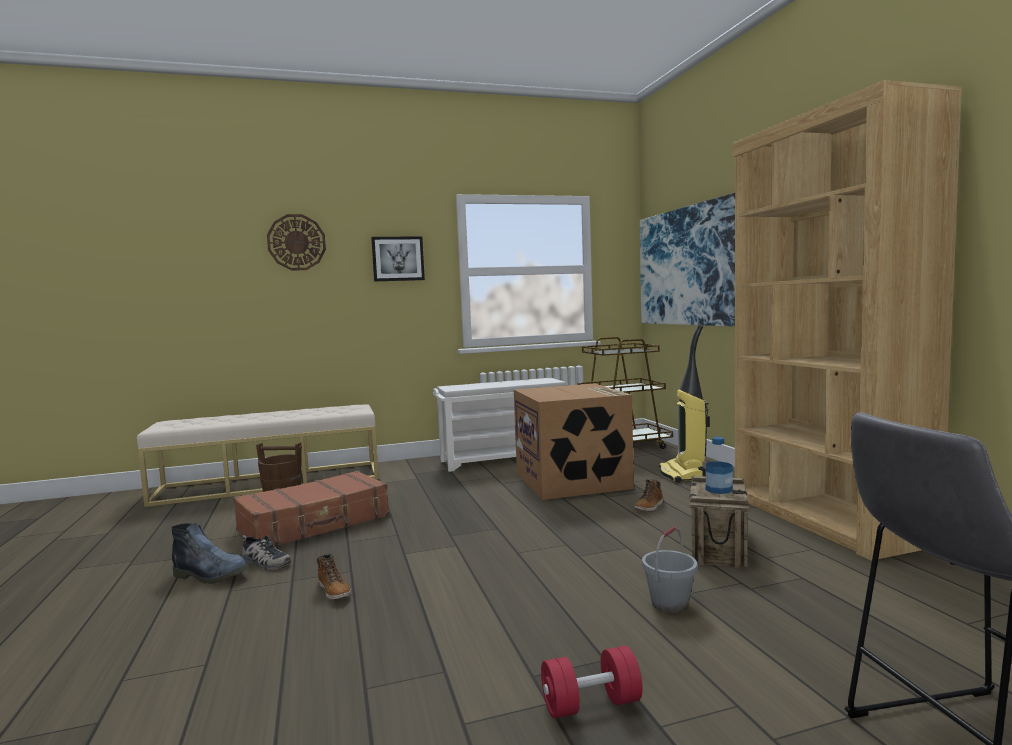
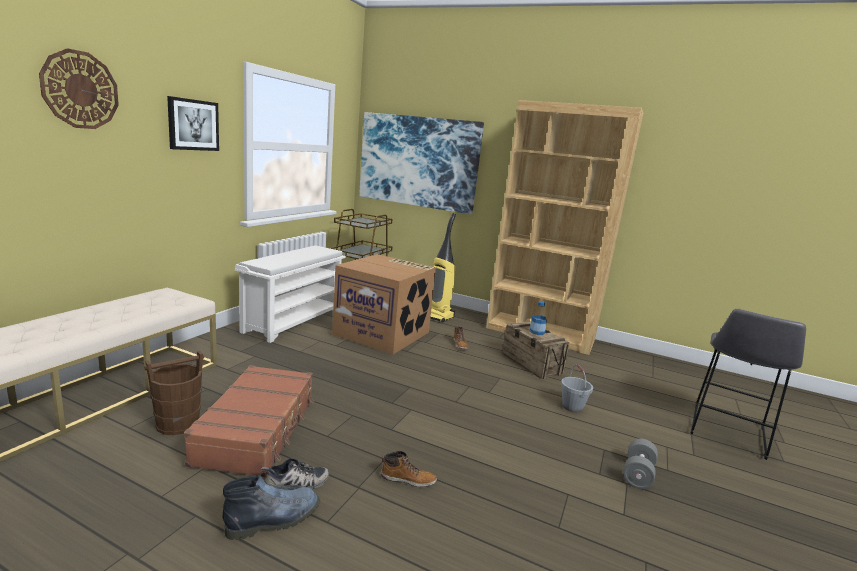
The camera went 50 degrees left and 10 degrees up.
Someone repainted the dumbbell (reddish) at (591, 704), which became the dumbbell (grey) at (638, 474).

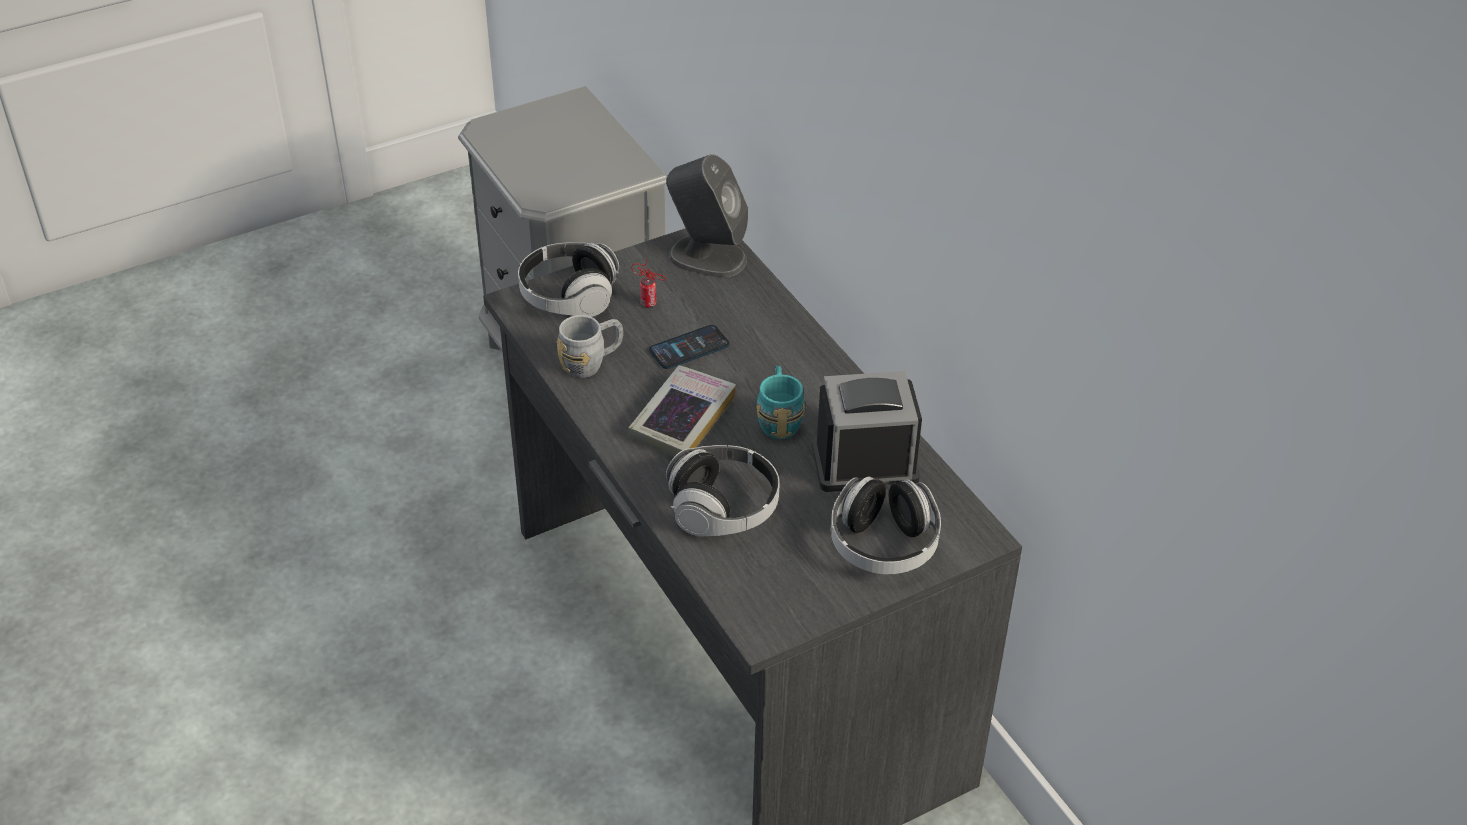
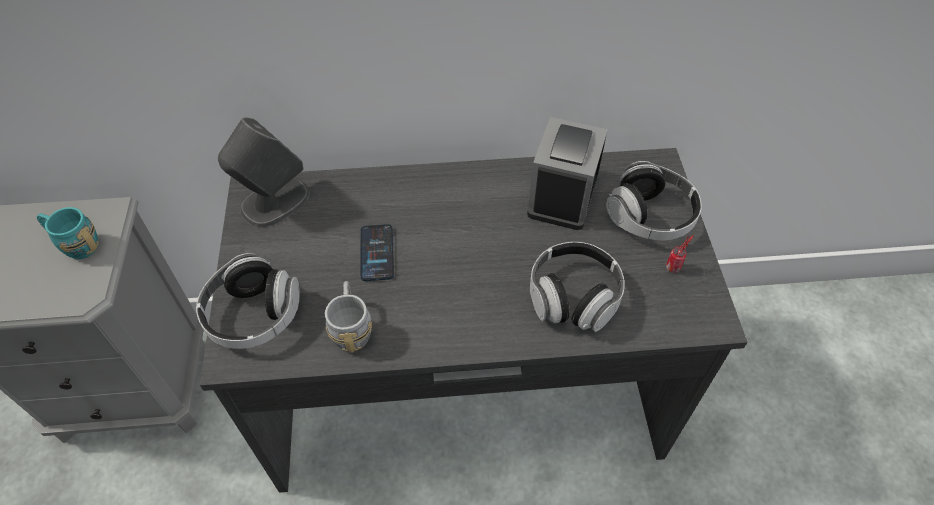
The camera went 65 degrees left and 10 degrees up.
Someone took away the bound book at (682, 419).
Someone carried the metal can from (650, 304) to (674, 266).
Someone carried the tea mug (turquoise-coloured) from (779, 419) to (75, 245).

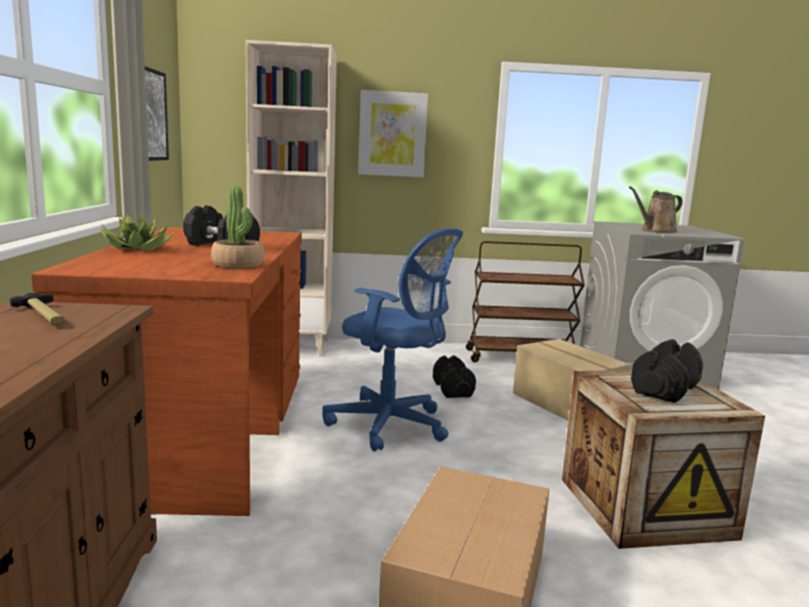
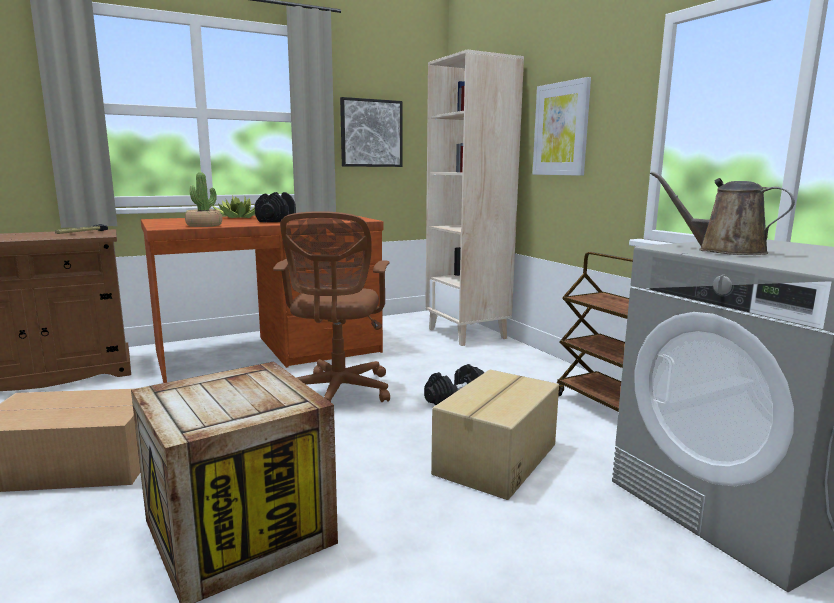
The camera went 65 degrees right and 0 degrees up.
Someone repainted the office chair (blue-coloured) at (392, 425), which became the office chair (brown) at (338, 393).
Someone took away the dumbbell (black-coloured) at (664, 389).

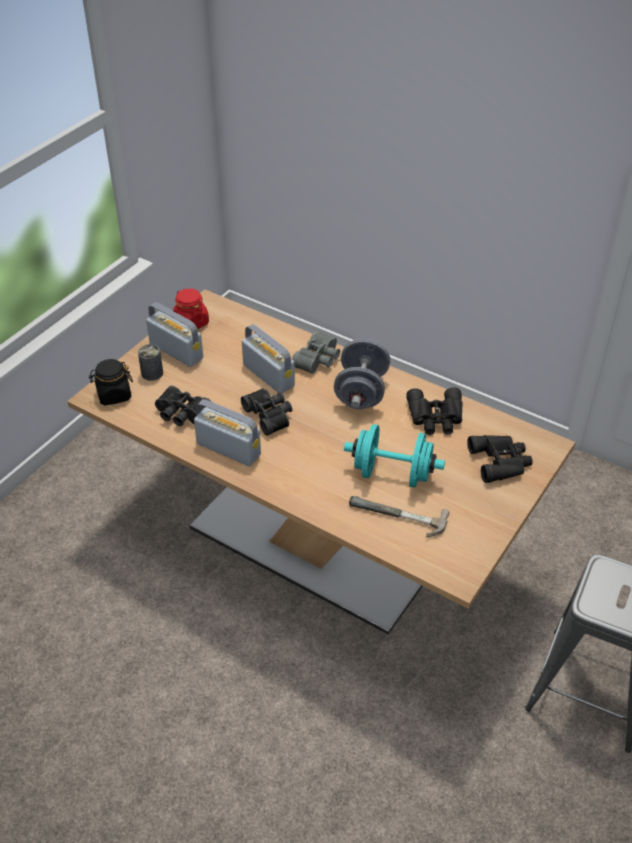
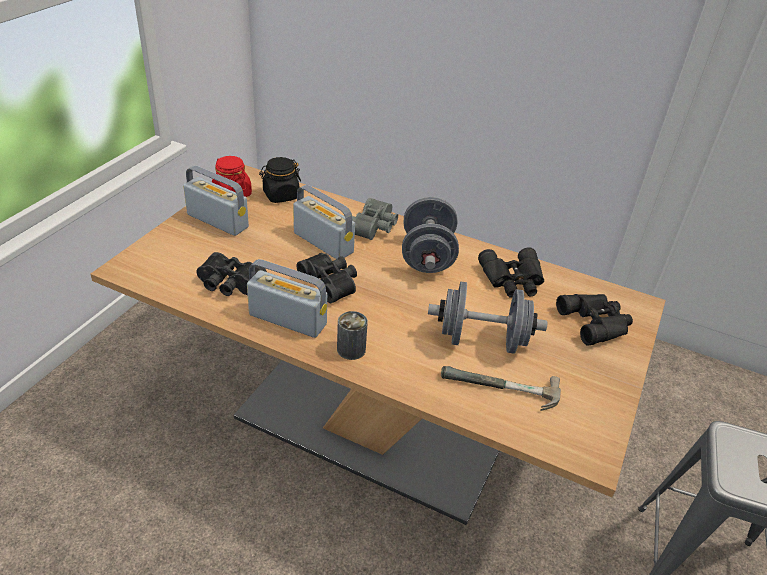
The camera went 10 degrees left and 5 degrees down.
Someone carried the storage jar (black-coloured) from (114, 395) to (281, 195).
Someone carried the metal can from (152, 373) to (351, 349).
Someone repainted the dumbbell (turquoise-coloured) at (392, 474), which became the dumbbell (grey) at (482, 340).

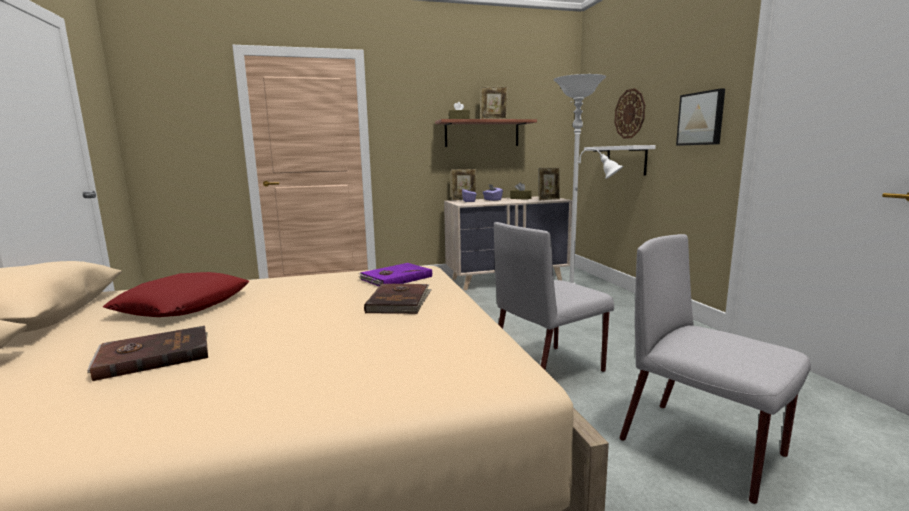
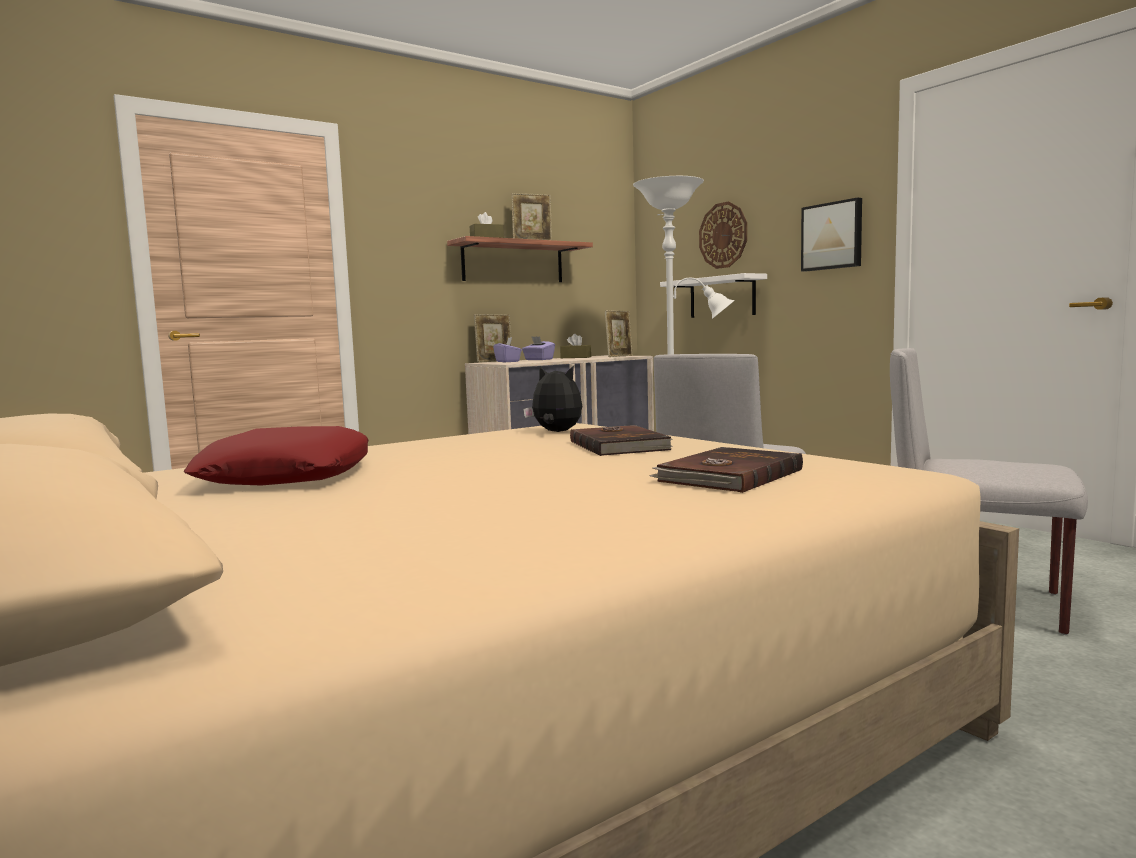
The camera went 20 degrees left and 5 degrees down.
Someone carried the bound book (brown) from (154, 355) to (728, 476).
Someone swapped the bound book (purplish) at (395, 278) for the plush toy at (556, 432).

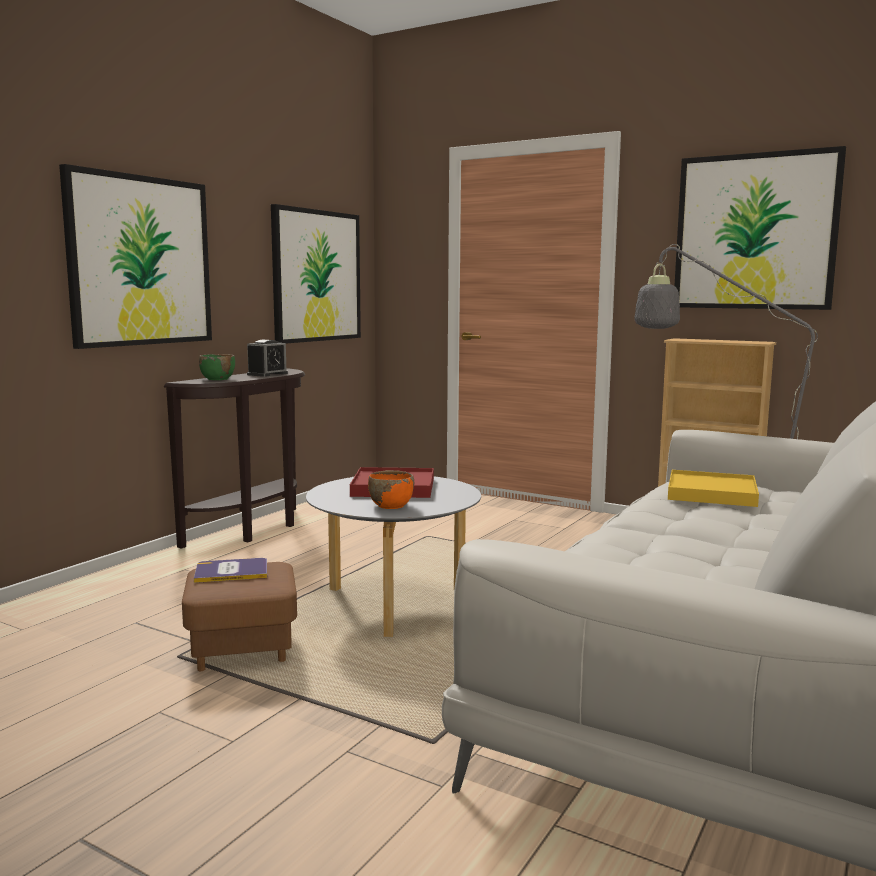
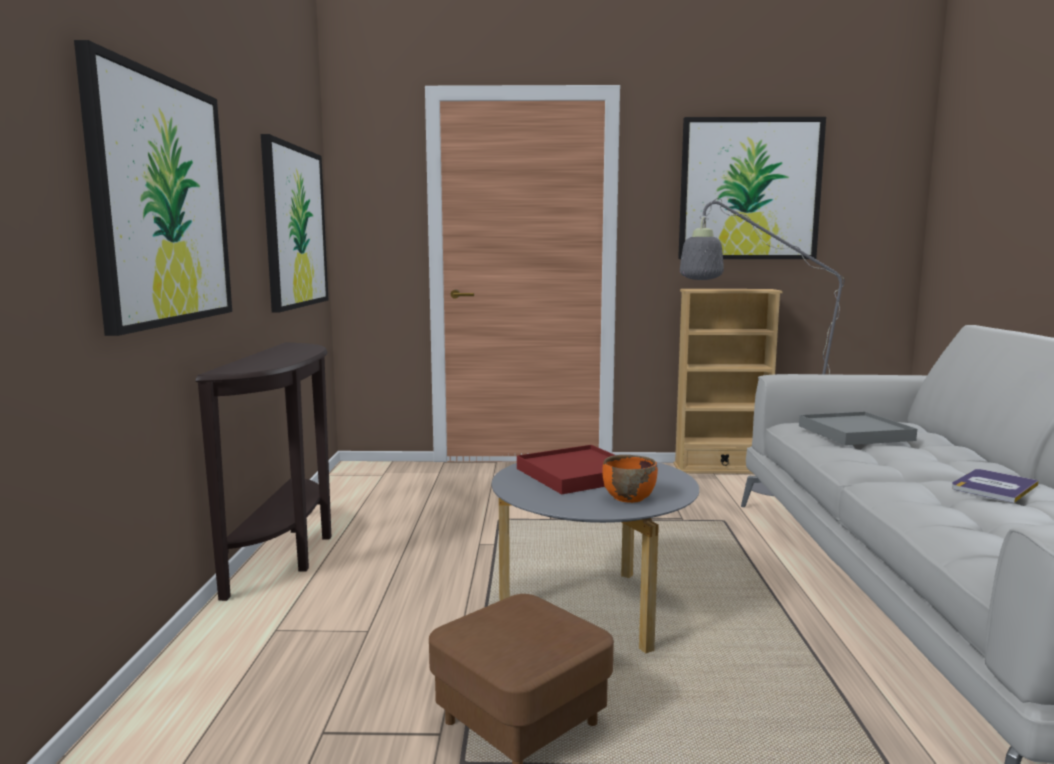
The camera went 30 degrees left and 0 degrees up.
Someone carried the bound book from (231, 571) to (994, 487).
Someone took away the deep dish (green) at (218, 379).
Someone took away the bedside clock at (267, 374).
Someone repainted the tray (yellowish) at (712, 493), which became the tray (grey) at (855, 433).

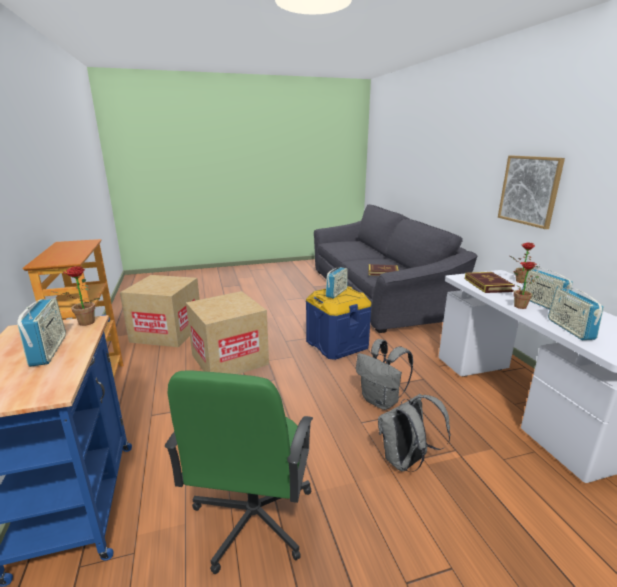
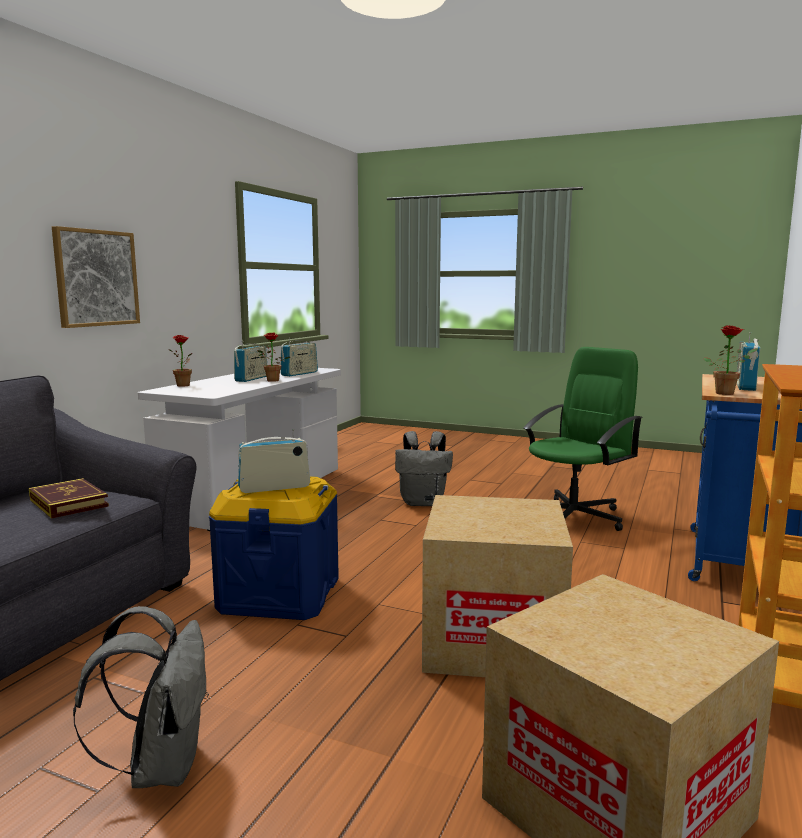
The camera went 140 degrees left and 10 degrees down.
Someone carried the backpack (grey) from (381, 401) to (161, 766).
Someone took away the bound book at (487, 285).

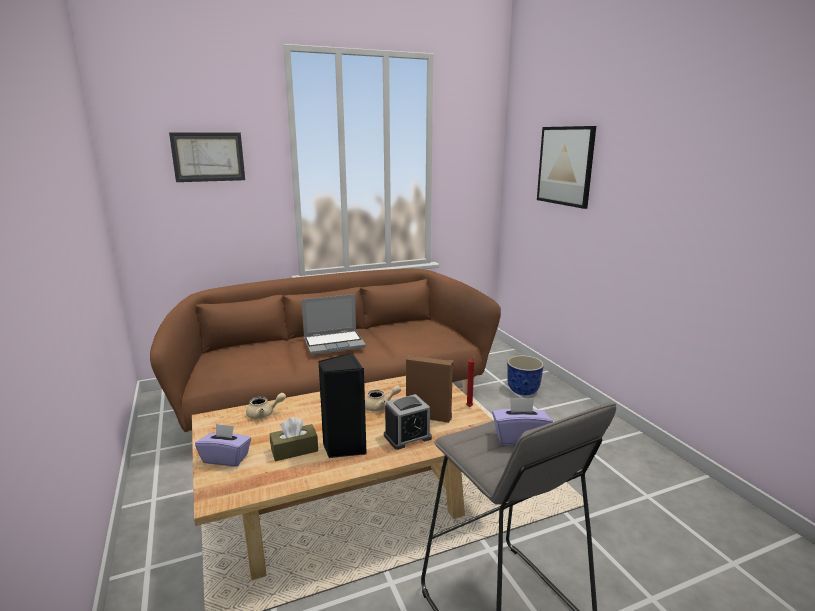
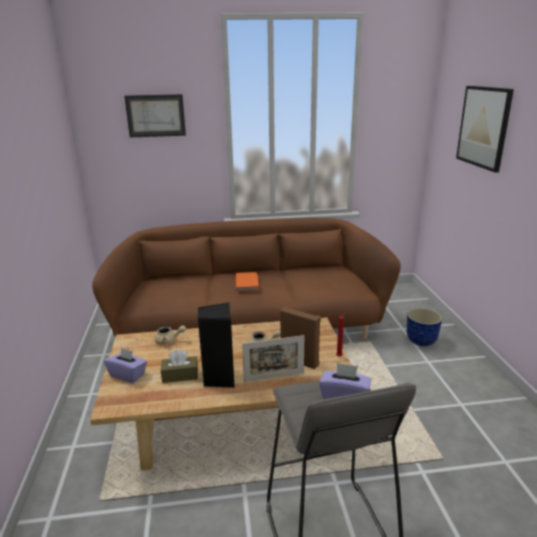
The camera went 15 degrees right and 5 degrees up.
Someone swapped the laptop at (335, 343) for the bound book (orangey) at (248, 282).
Someone swapped the bedside clock at (407, 437) for the standing frame at (274, 377).

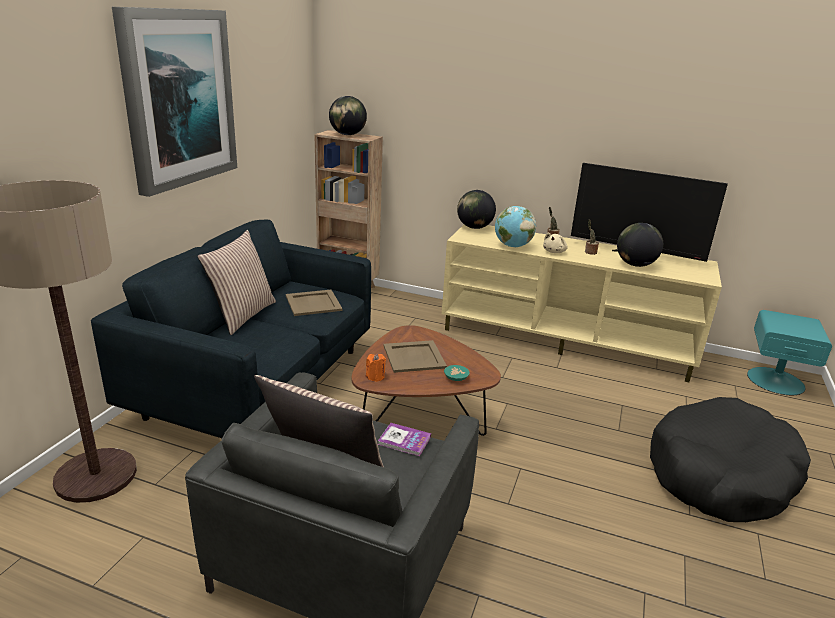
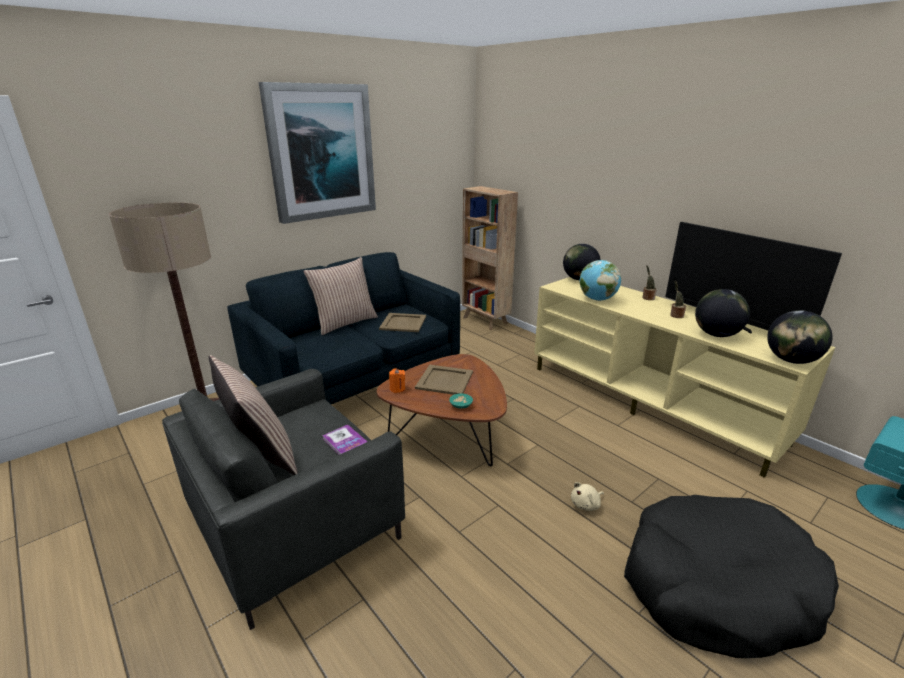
The camera went 30 degrees right and 0 degrees up.
Someone carried the globe from (347, 135) to (791, 360).
Someone carried the plush toy (beige) from (554, 252) to (586, 504).

